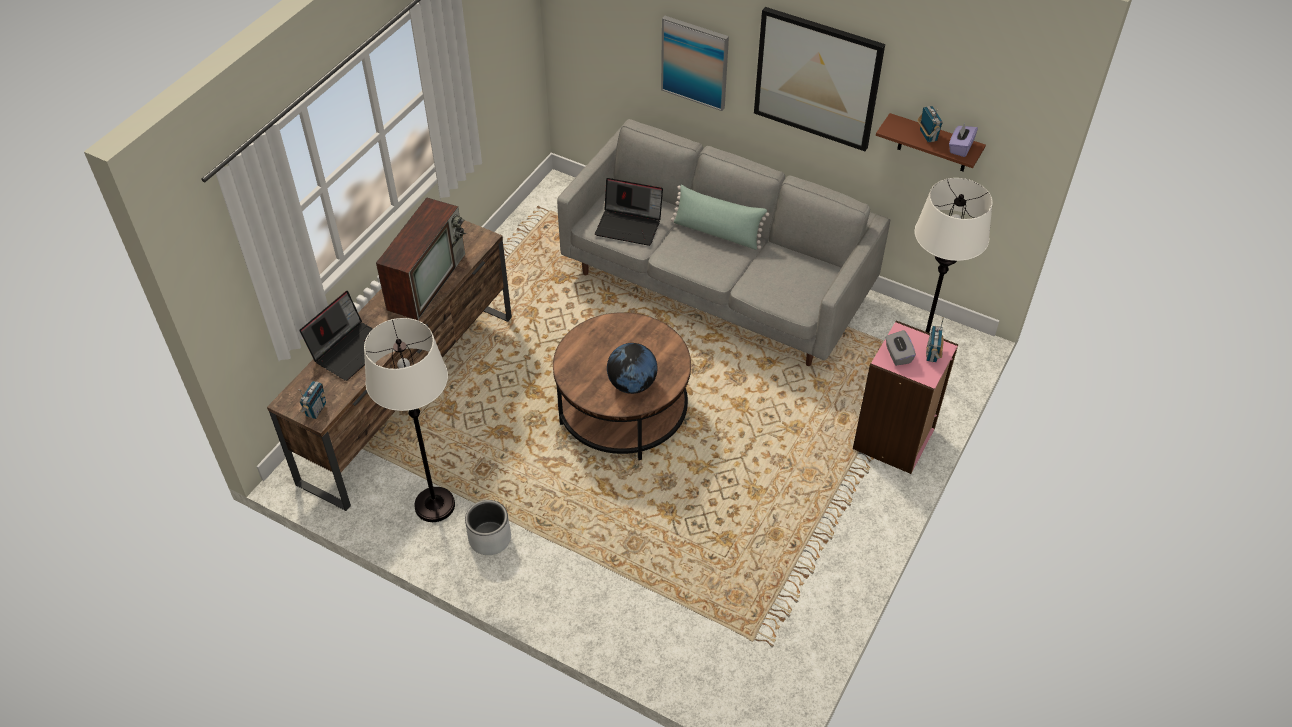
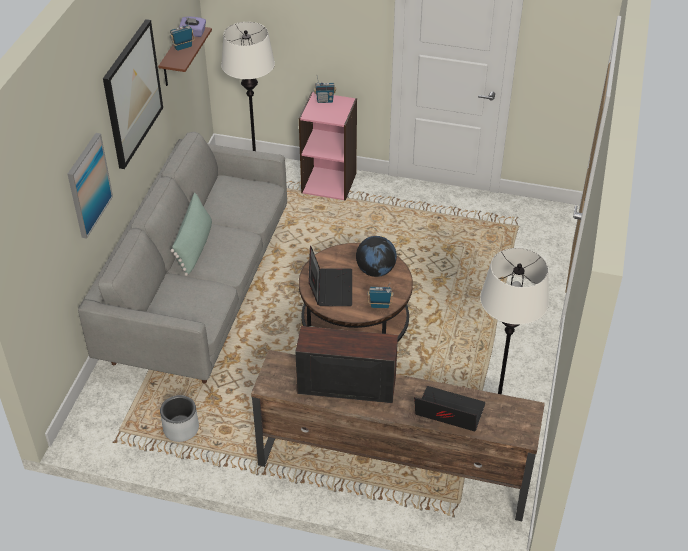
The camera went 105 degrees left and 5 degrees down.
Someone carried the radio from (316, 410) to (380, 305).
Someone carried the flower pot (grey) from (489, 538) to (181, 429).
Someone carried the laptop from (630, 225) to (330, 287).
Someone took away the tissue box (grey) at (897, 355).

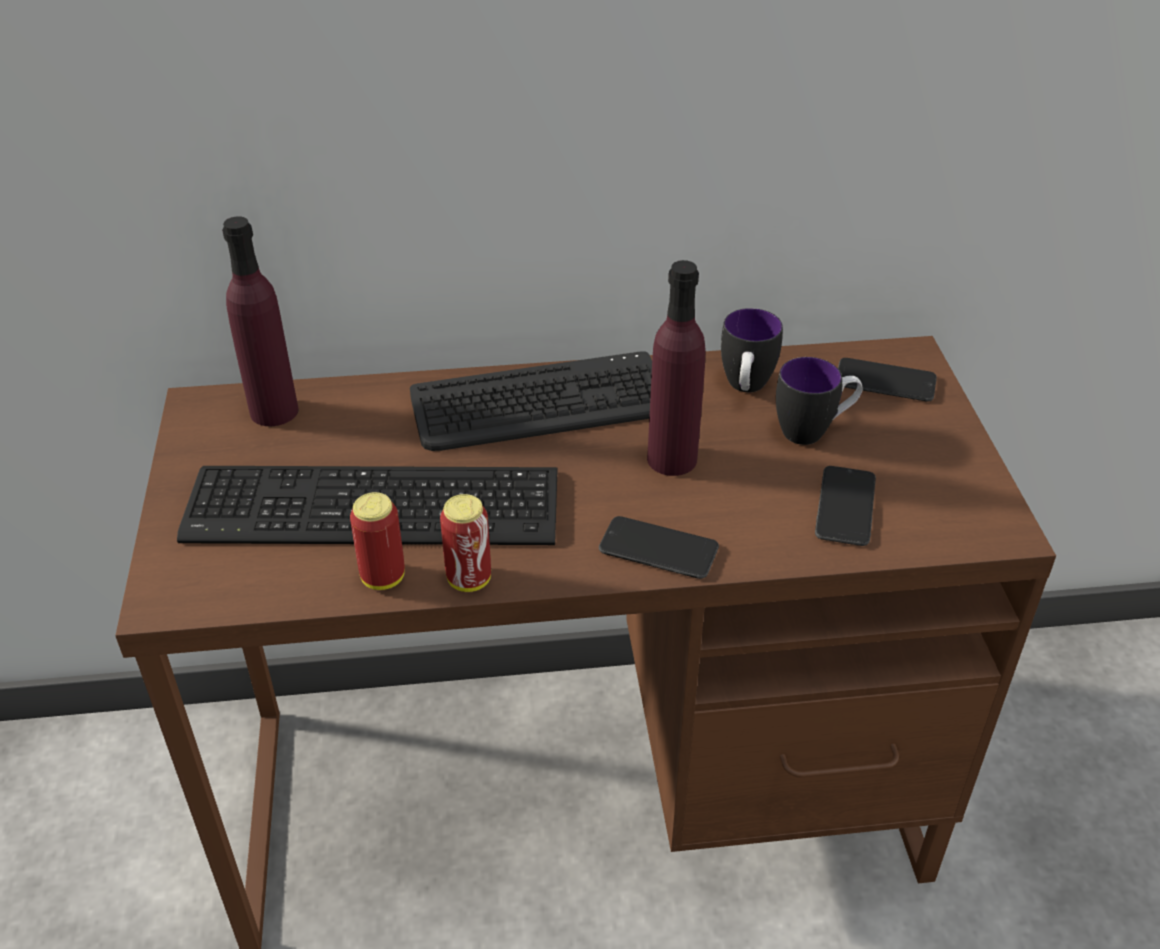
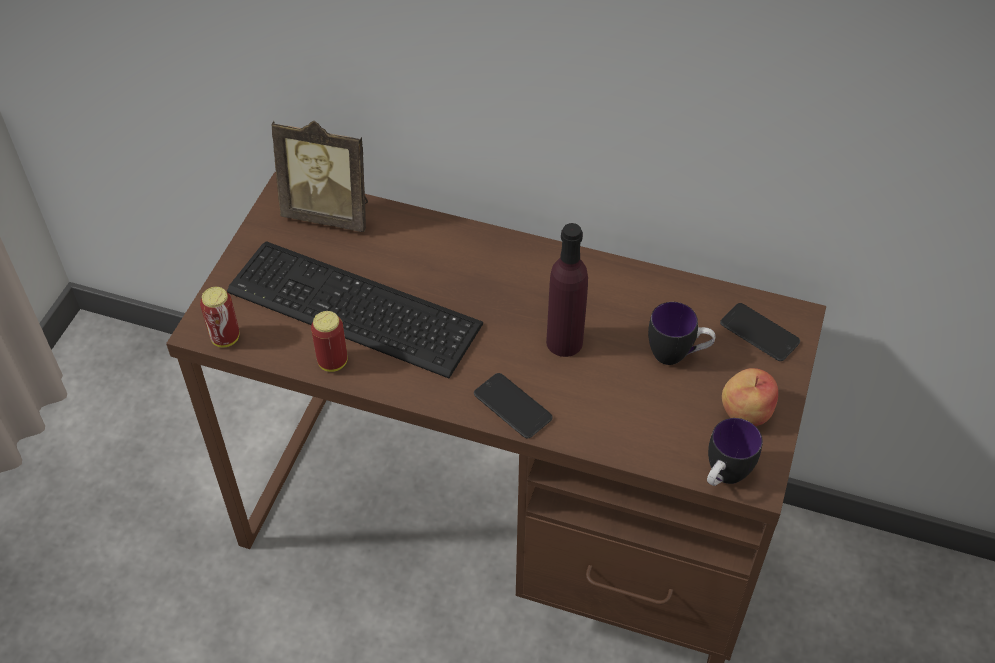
The camera went 25 degrees right and 10 degrees up.
Someone swapped the bottle (purplish) at (274, 411) for the standing frame at (330, 213).
Someone took away the computer keyboard at (540, 405).
Someone carried the metal can from (469, 579) to (225, 338).
Someone carried the tea mug from (745, 388) to (723, 477).
Someone took away the phone at (845, 507).
Someone put down the whole apple at (745, 412).

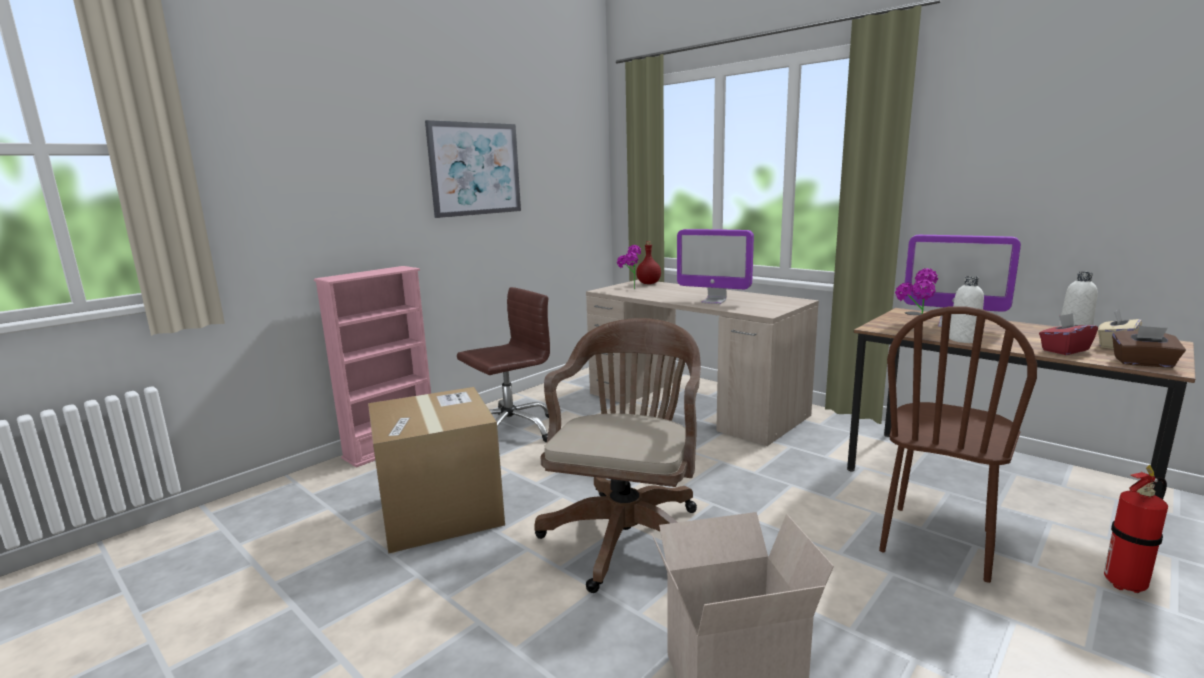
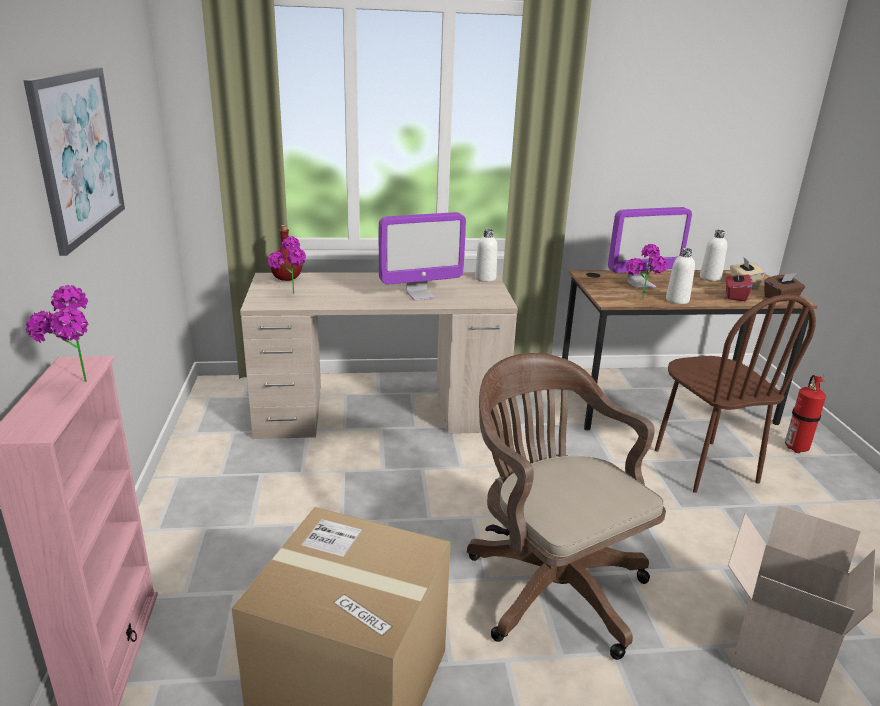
The camera went 50 degrees left and 10 degrees up.
Someone took away the office chair (brown) at (510, 430).
Someone put down the plant in a pot at (76, 387).
Someone put down the bottle (white-coloured) at (485, 278).

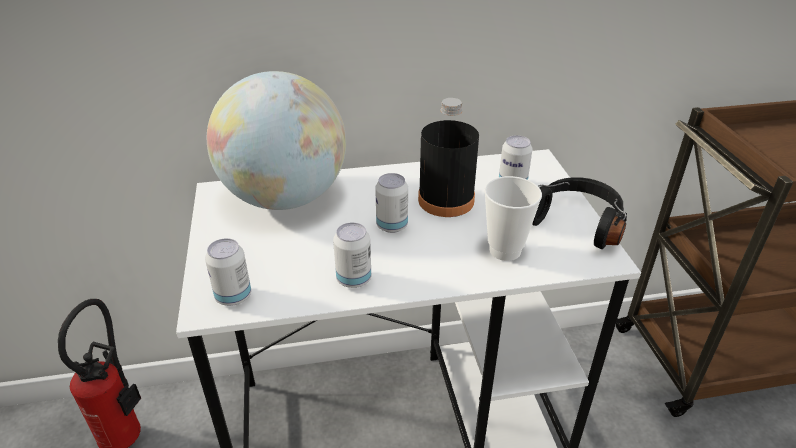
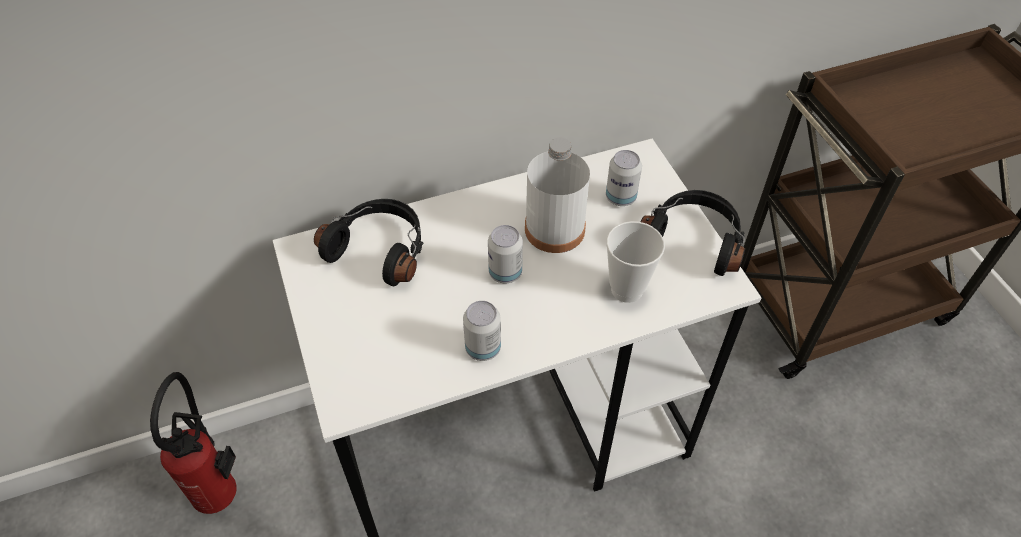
The camera went 10 degrees left and 15 degrees up.
Someone took away the metal can at (233, 296).
Someone swapped the globe at (285, 198) for the headset (black-coloured) at (380, 249).
Someone repainted the bottle (black-coloured) at (446, 200), which became the bottle (white-coloured) at (554, 229).

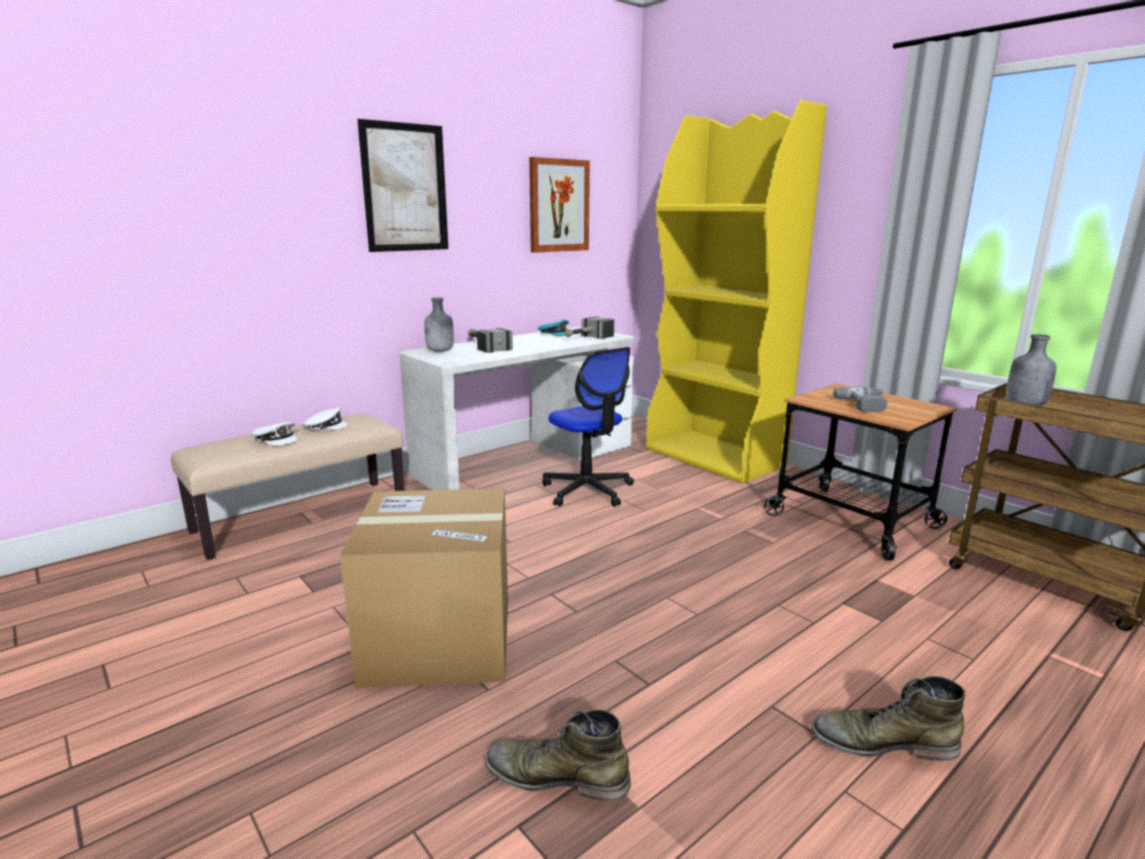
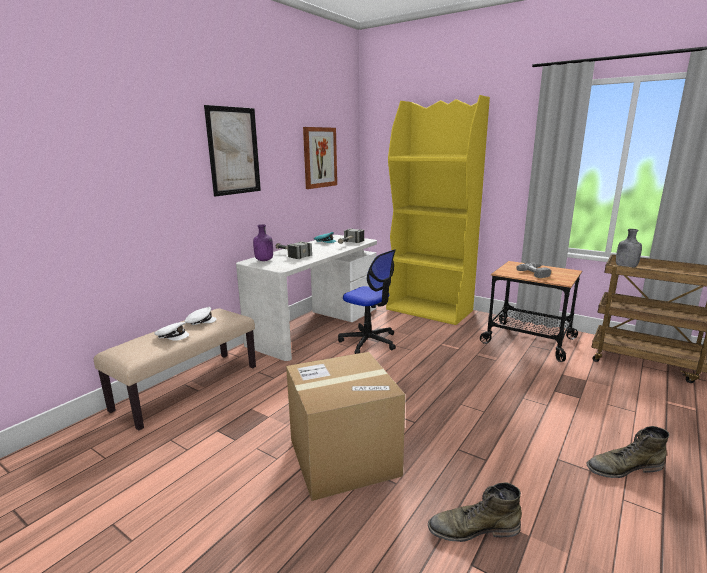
The camera went 15 degrees left and 0 degrees up.
Someone repainted the bottle (grey) at (440, 351), which became the bottle (purplish) at (264, 260).

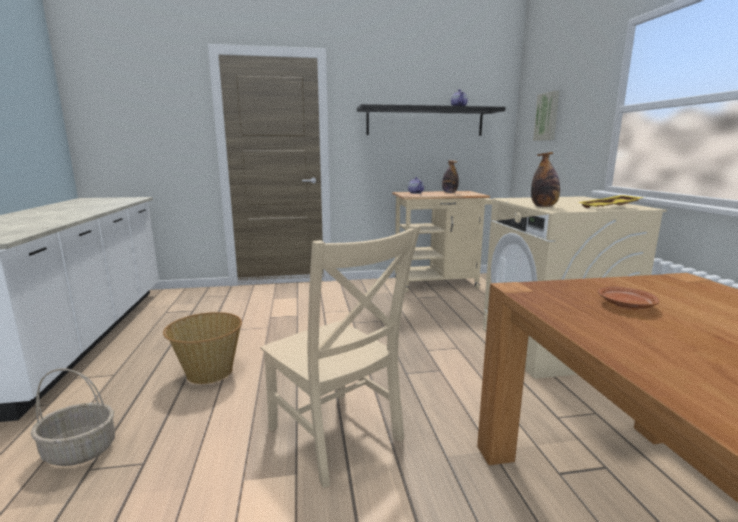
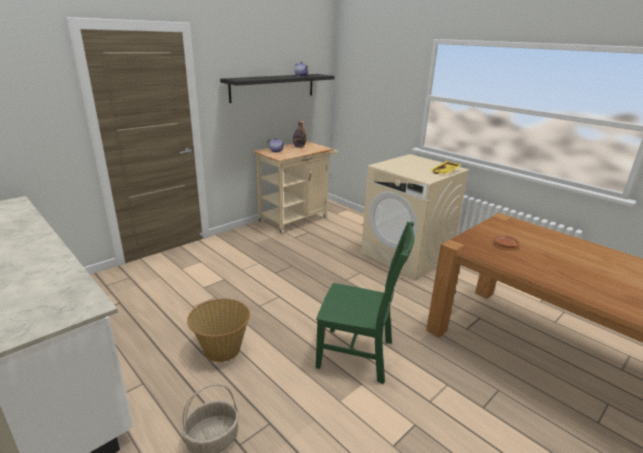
The camera went 35 degrees left and 10 degrees up.
Someone repainted the upright chair (beige) at (337, 437), which became the upright chair (green) at (359, 355).
Someone took away the bottle at (544, 206).
Someone took away the wall picture at (547, 116).

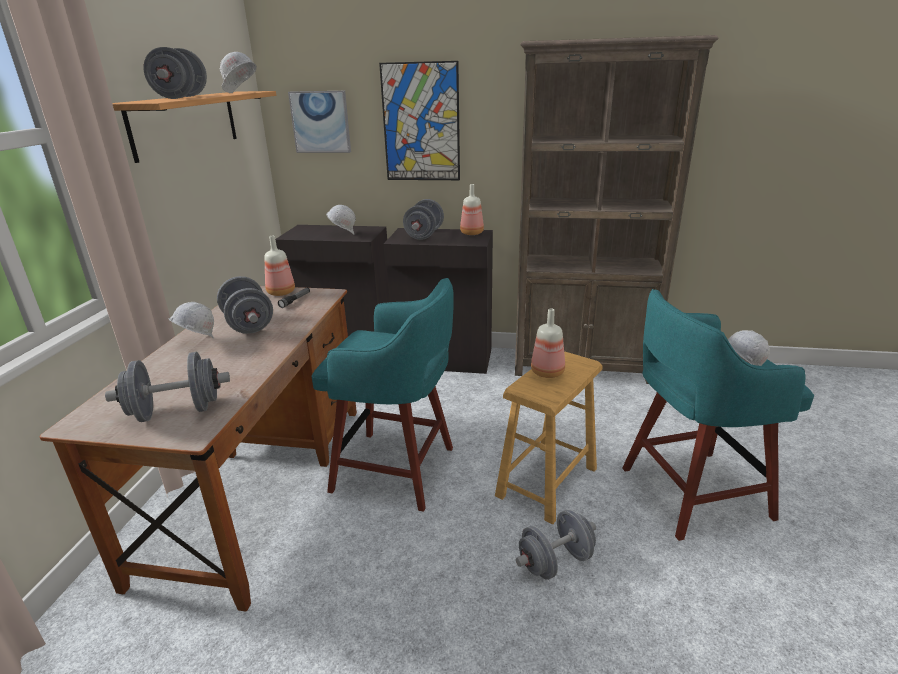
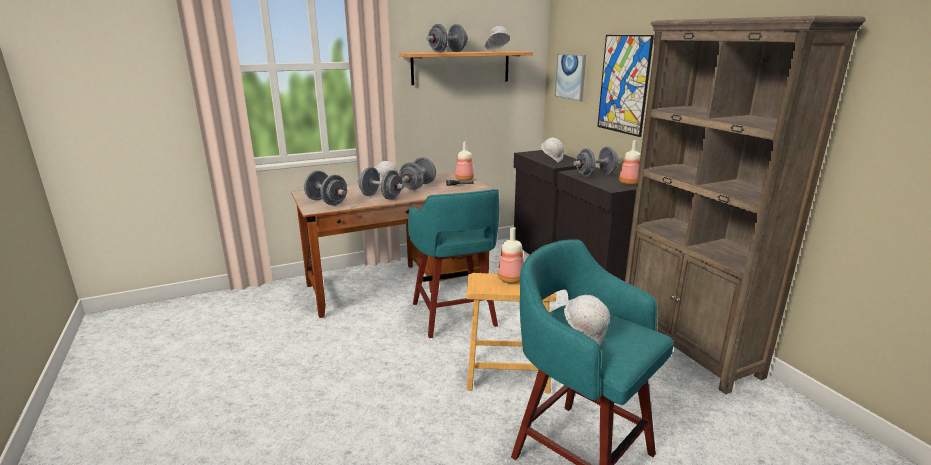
The camera went 55 degrees right and 5 degrees down.
Someone carried the dumbbell (grey) from (555, 561) to (381, 197).

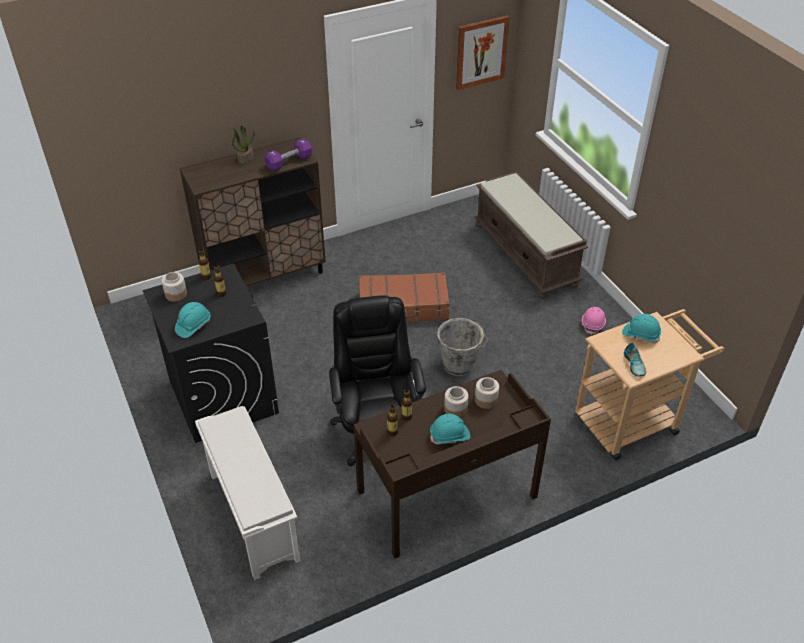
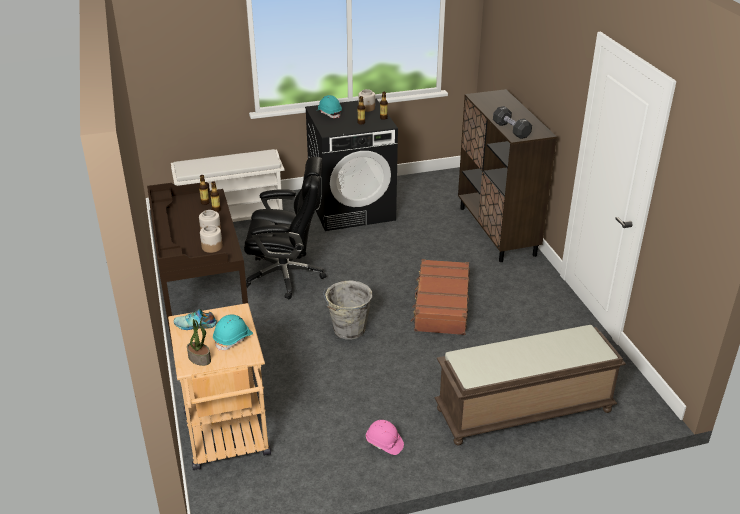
The camera went 100 degrees right and 10 degrees down.
Someone carried the plant in a pot from (245, 158) to (200, 358).
Someone repainted the dumbbell (purplish) at (289, 162), which became the dumbbell (black-coloured) at (511, 130).
Someone took away the work helmet (turquoise-coloured) at (450, 436).
Someone took away the wall picture at (481, 52).

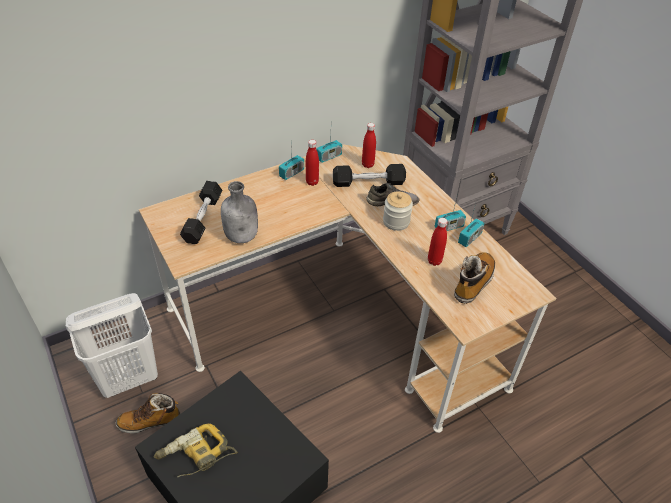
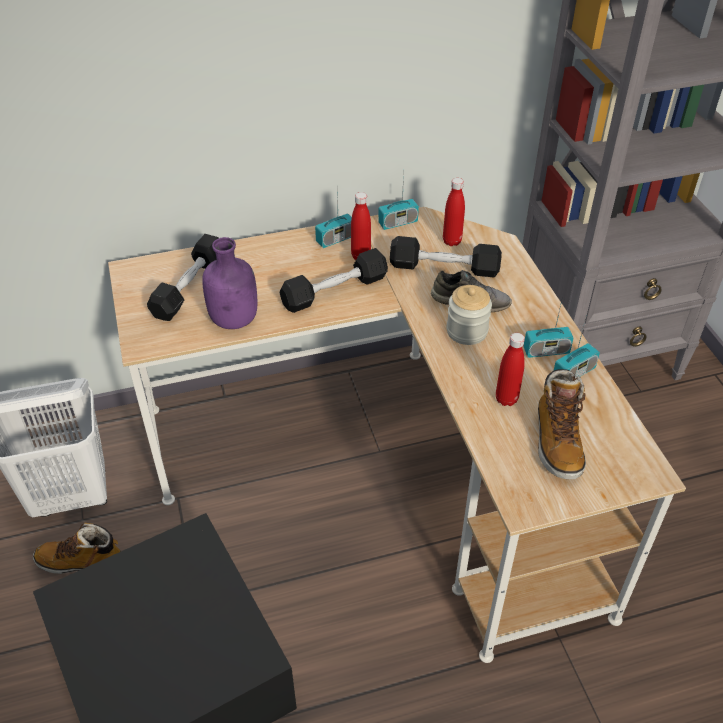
The camera went 15 degrees right and 0 degrees up.
Someone took away the power drill at (195, 456).
Someone repainted the bottle (grey) at (242, 236), which became the bottle (purplish) at (235, 320).
Someone rotated the high-top boot at (473, 282) by 135 degrees clockwise.
Someone put down the dumbbell (black-coloured) at (335, 291).

